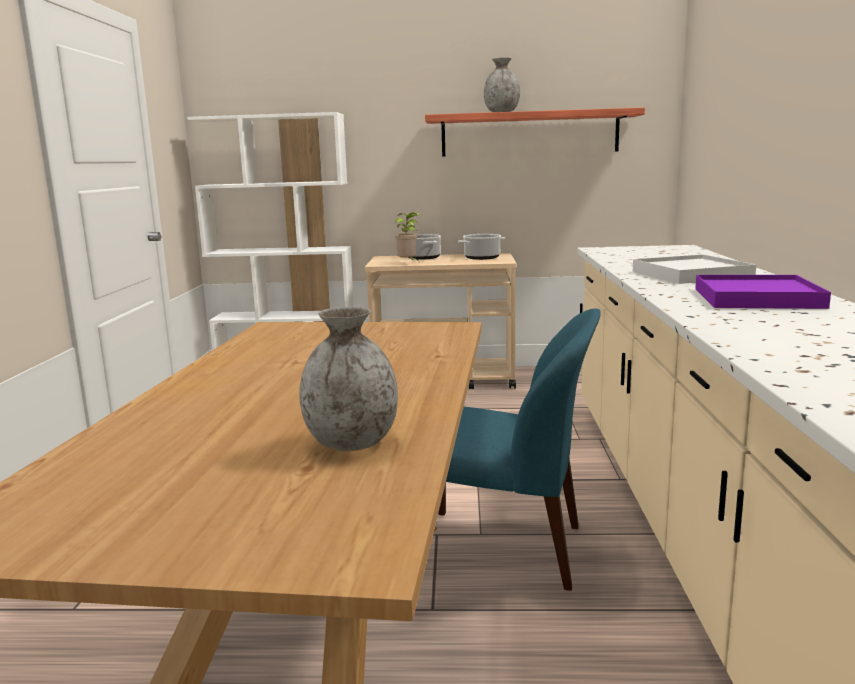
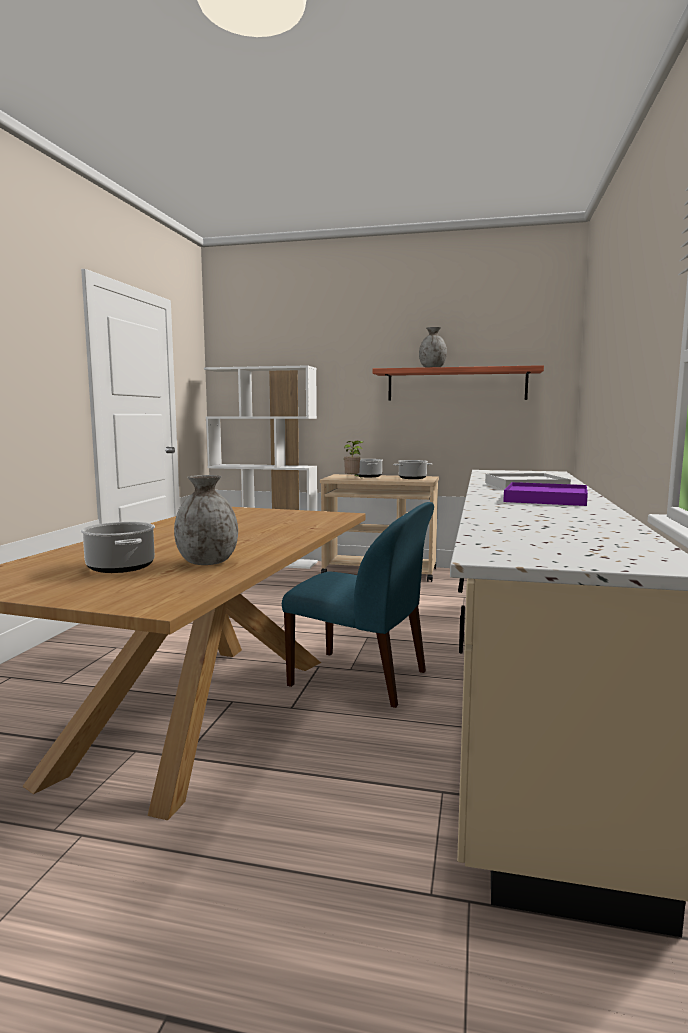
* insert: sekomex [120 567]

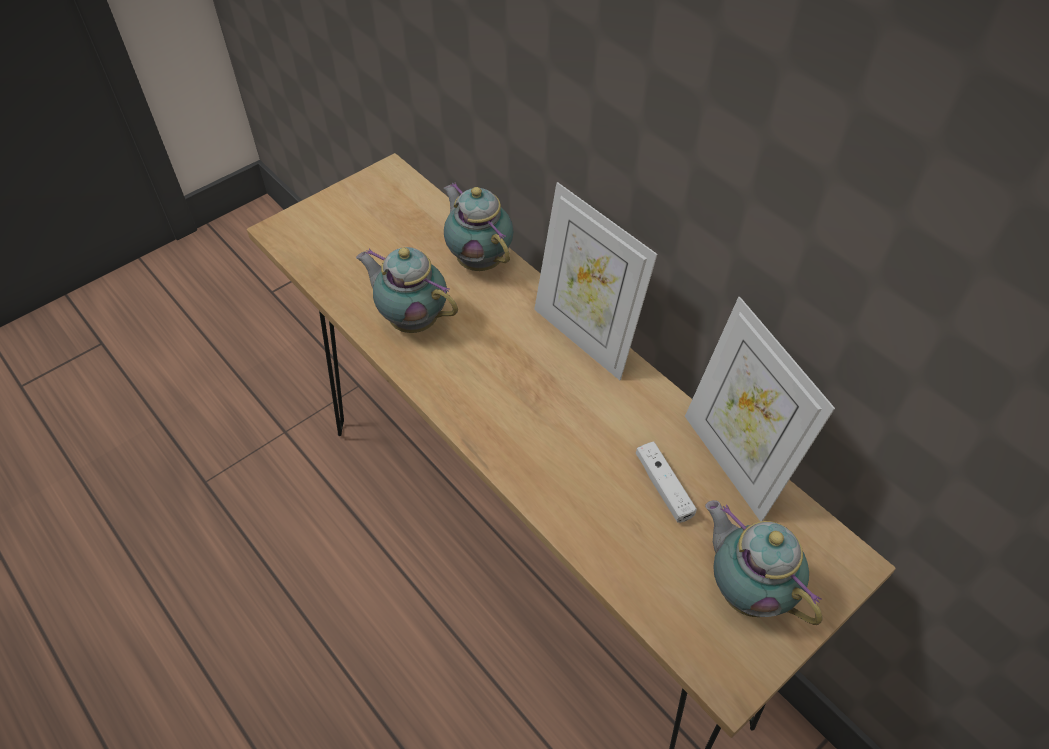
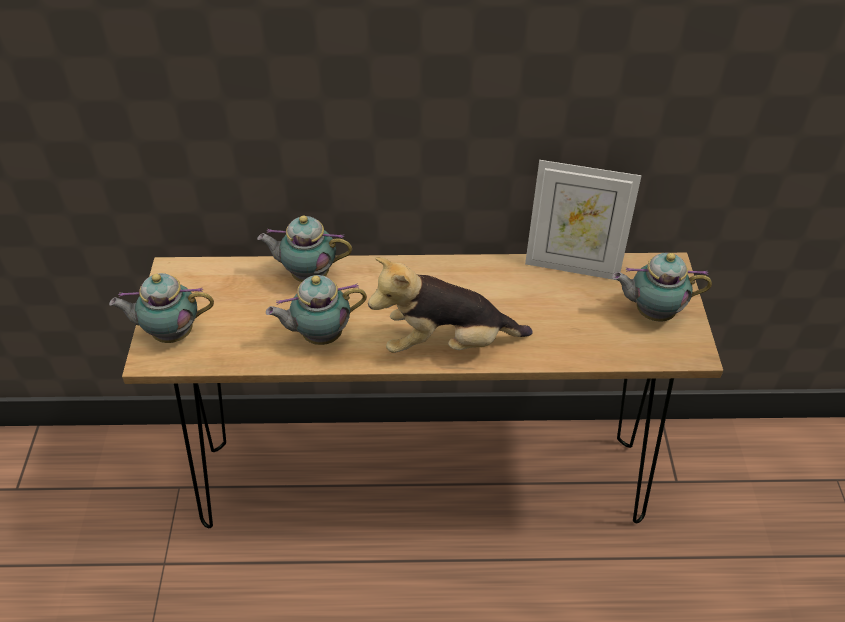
* delete: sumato [585 337]
* delete: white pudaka [663 487]
* insert: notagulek [170 333]
* insert: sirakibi [447 343]

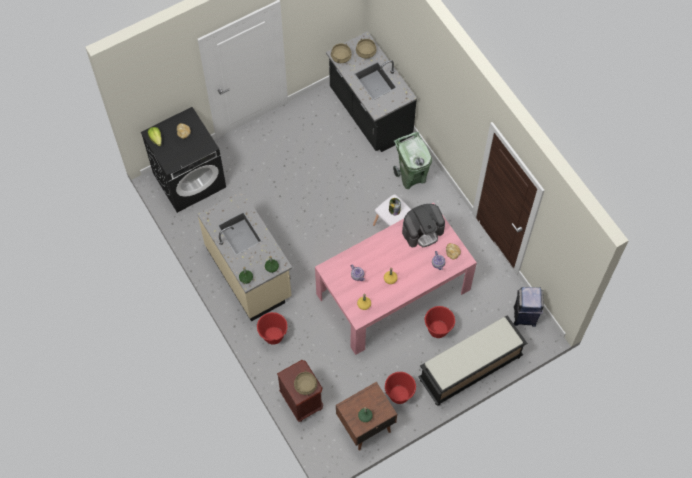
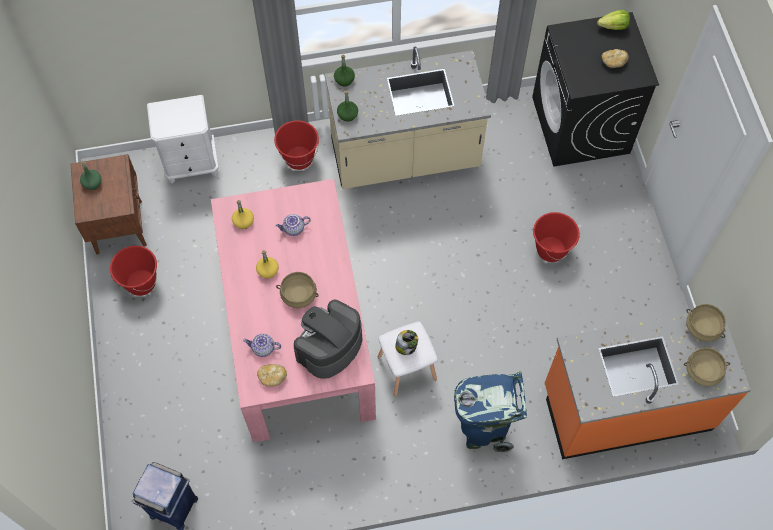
* recolor: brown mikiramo [302 401] to white mikiramo [191 164]
* move: beige sekomex [306 385] to [298 295]
* recolor: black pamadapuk [369 113] to orange pamadapuk [626 407]
* recolor: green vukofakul [411 177] to blue vukofakul [483 429]
* rotate: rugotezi [422 231] = [329 346] 45 degrees clockwise
* delete: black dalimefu [470 369]
* move: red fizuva [438 329] to [550 249]

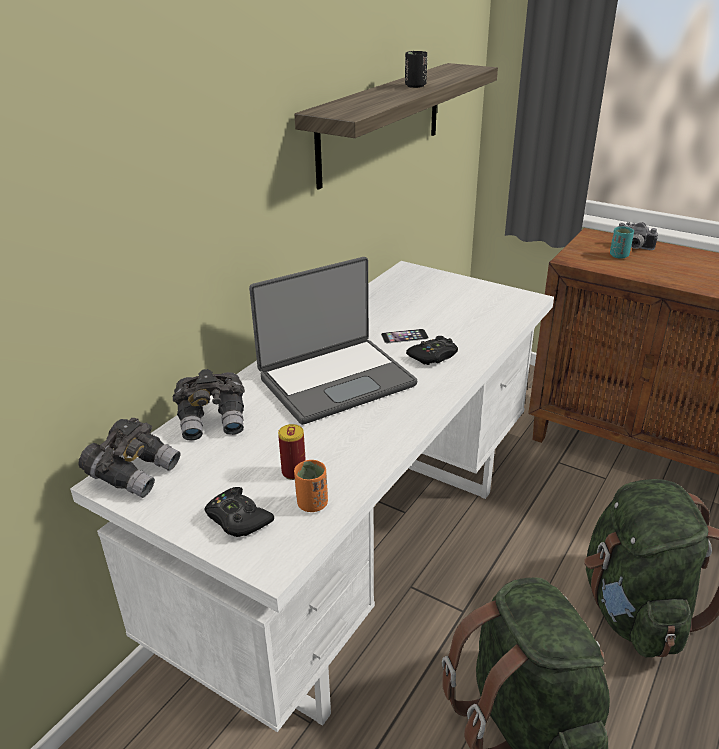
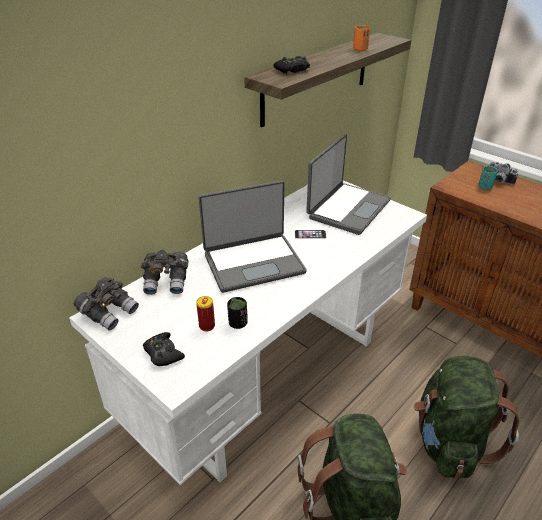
* move: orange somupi [312 504] to [360 49]
* move: black somupi [415 86] to [238 323]
* move: black pudaka [433 356] to [292 70]
* insert: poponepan [347 208]

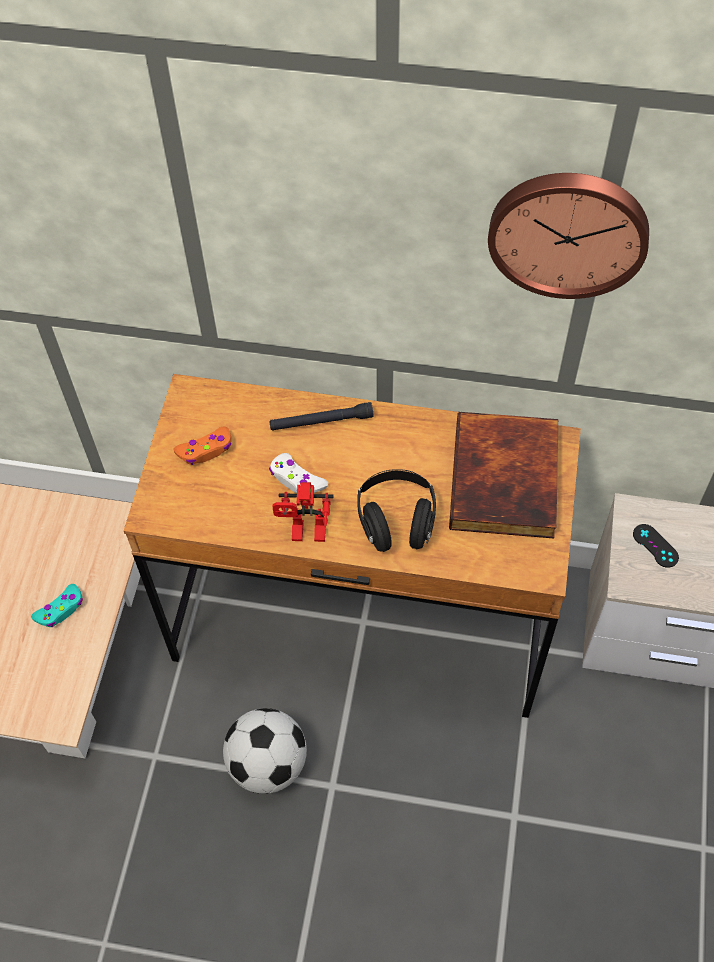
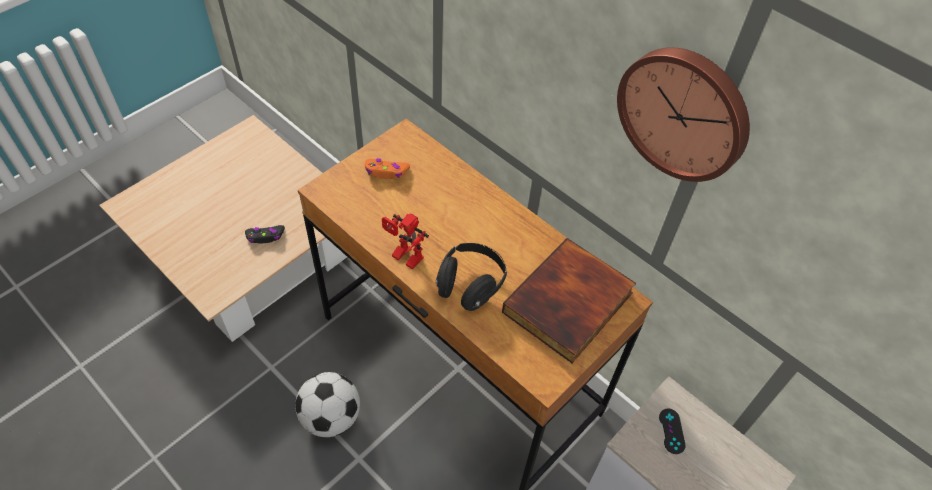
* recolor: turquoise pudaka [61 610] to black pudaka [265 236]
* delete: white pudaka [297 480]
* delete: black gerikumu [321 422]

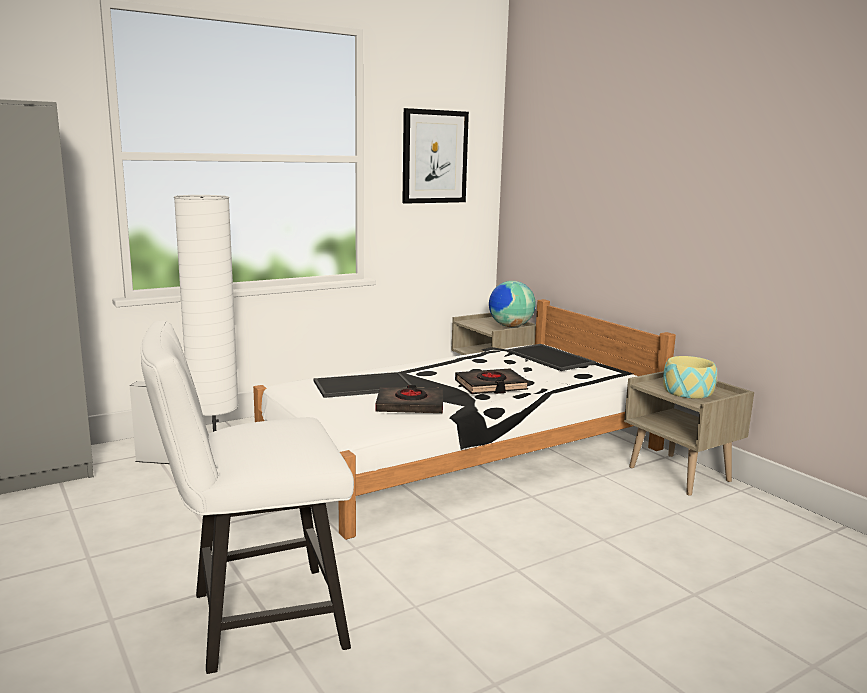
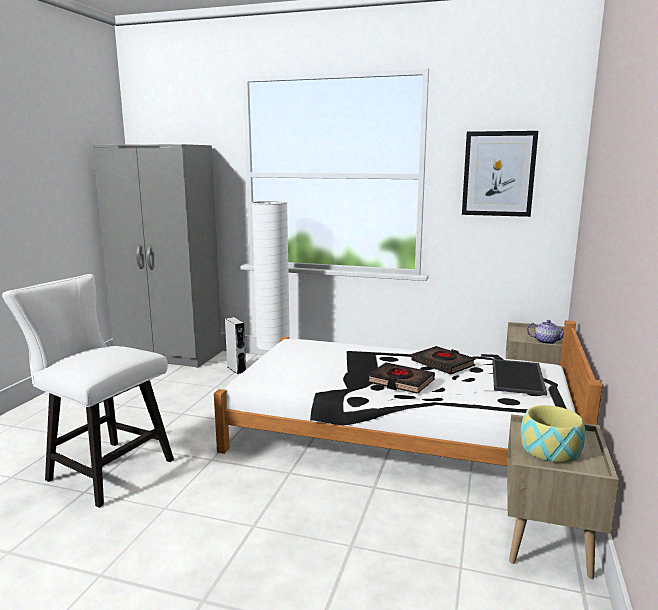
* delete: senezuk [362 386]
* move: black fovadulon [410 405] to [443 364]
* replace: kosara [510 326] to notagulek [546 341]

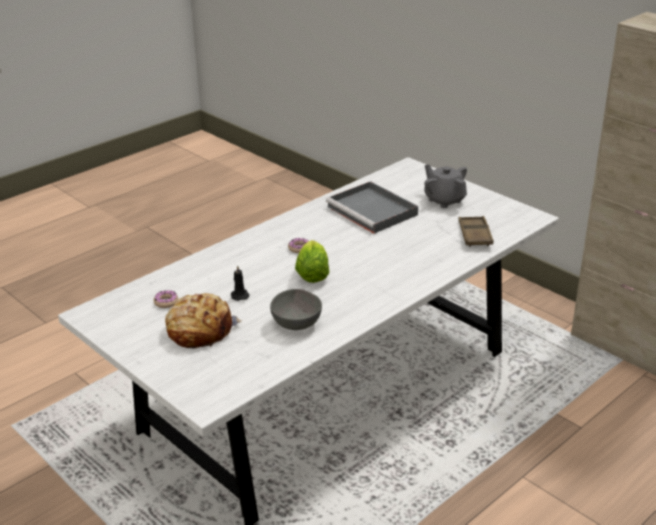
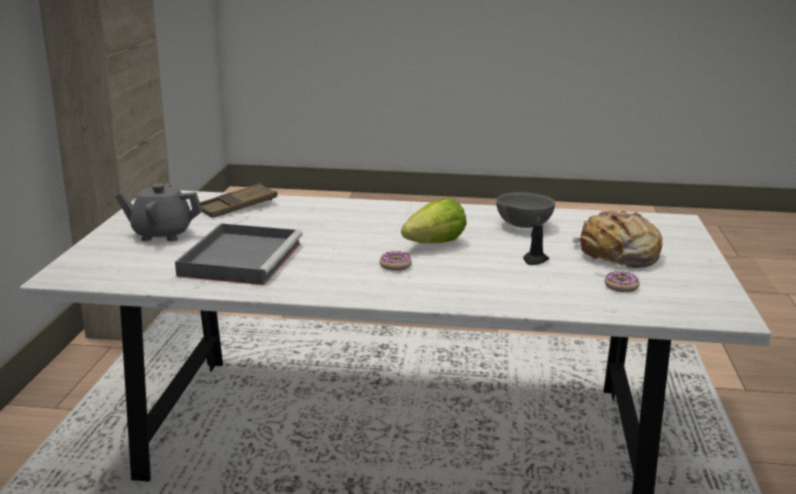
* rotate: grey notagulek [444 200] = [162 234] 75 degrees clockwise

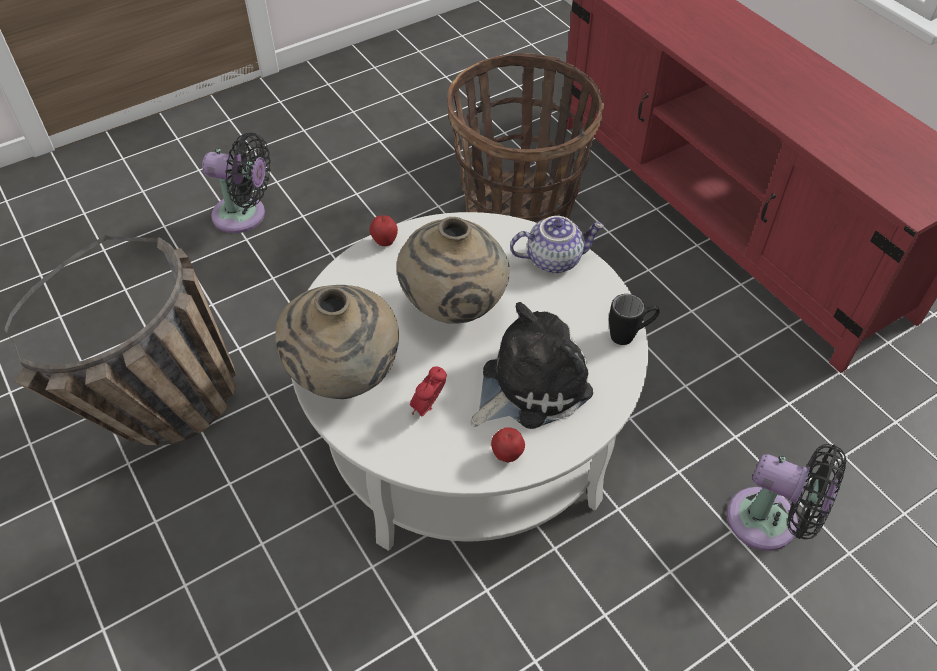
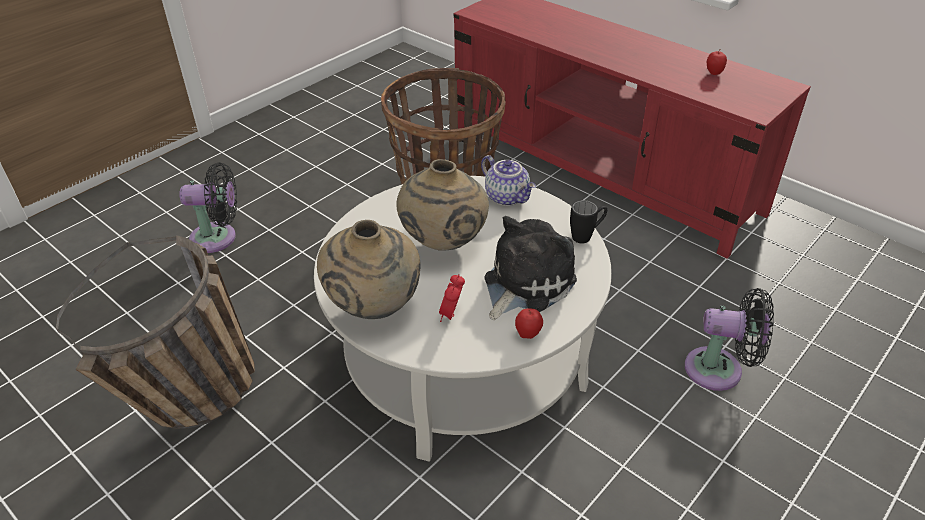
* move: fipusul [384 242] to [713 73]
* rotate: notagulek [554 259] = [508 197] 75 degrees clockwise

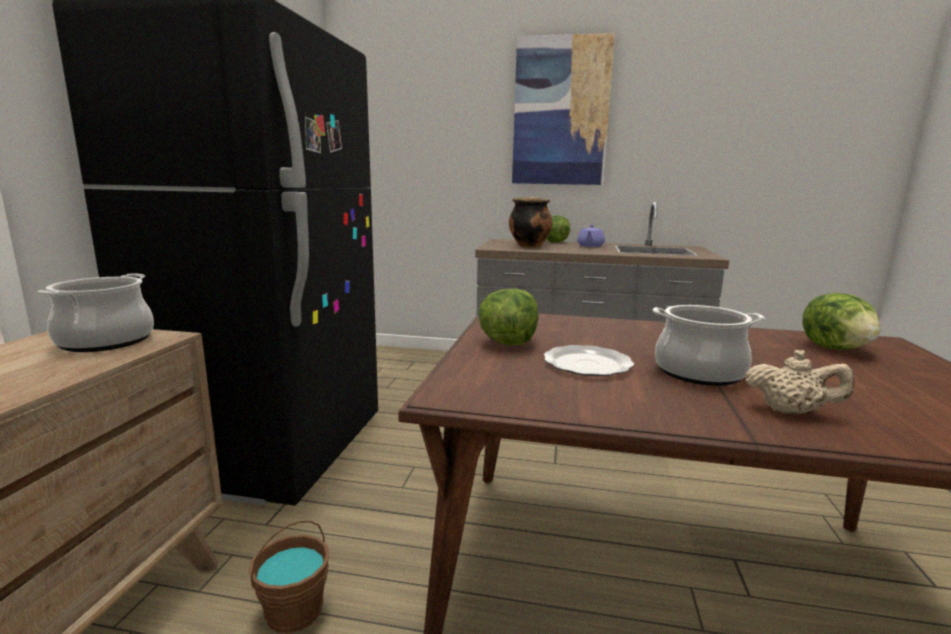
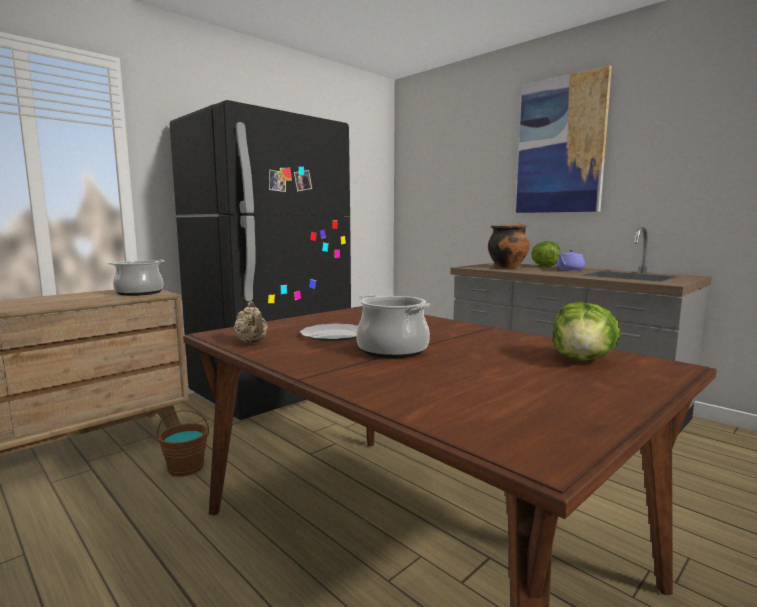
* delete: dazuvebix [508 343]
* move: beige notagulek [791 411] to [252 343]

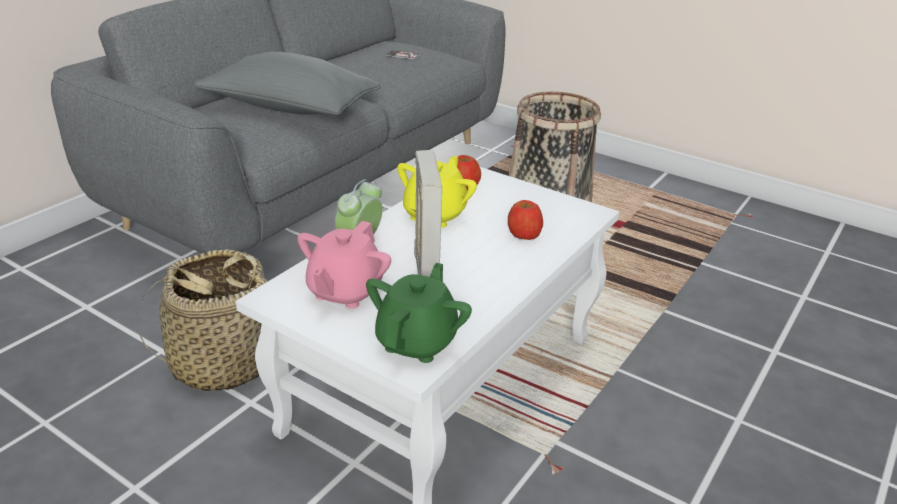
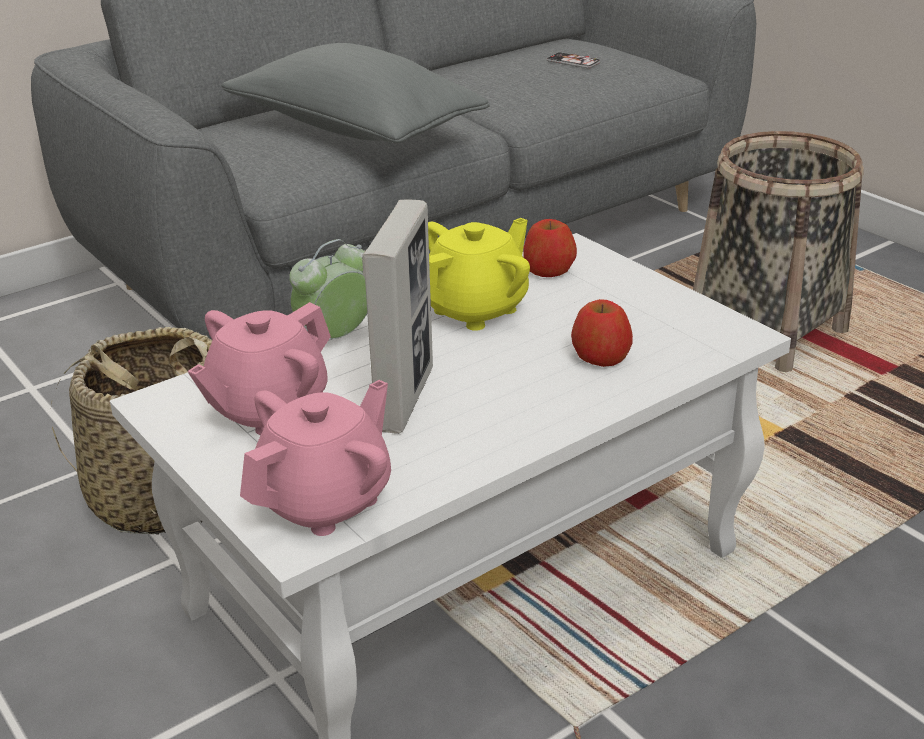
* recolor: green notagulek [417 342] to pink notagulek [325 501]

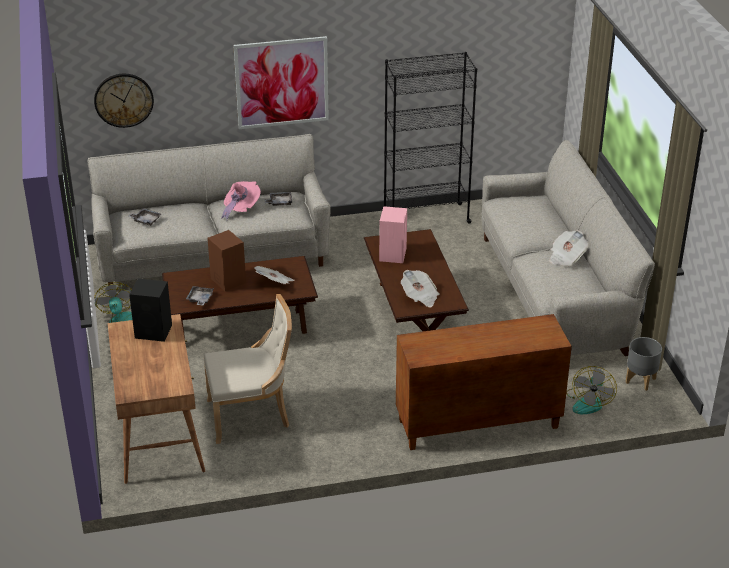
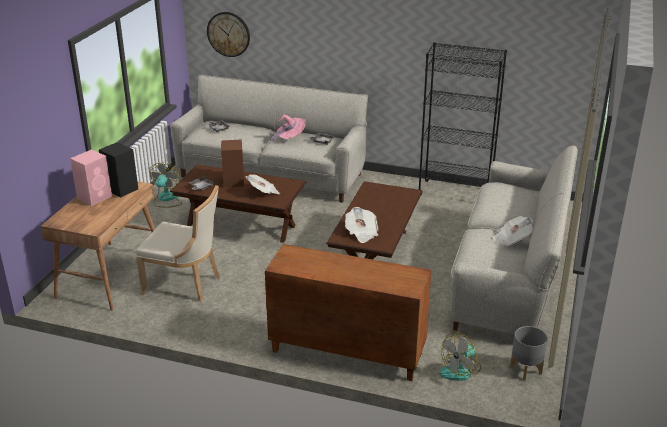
* delete: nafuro [281 82]
* move: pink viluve [393 254] to [95 197]

